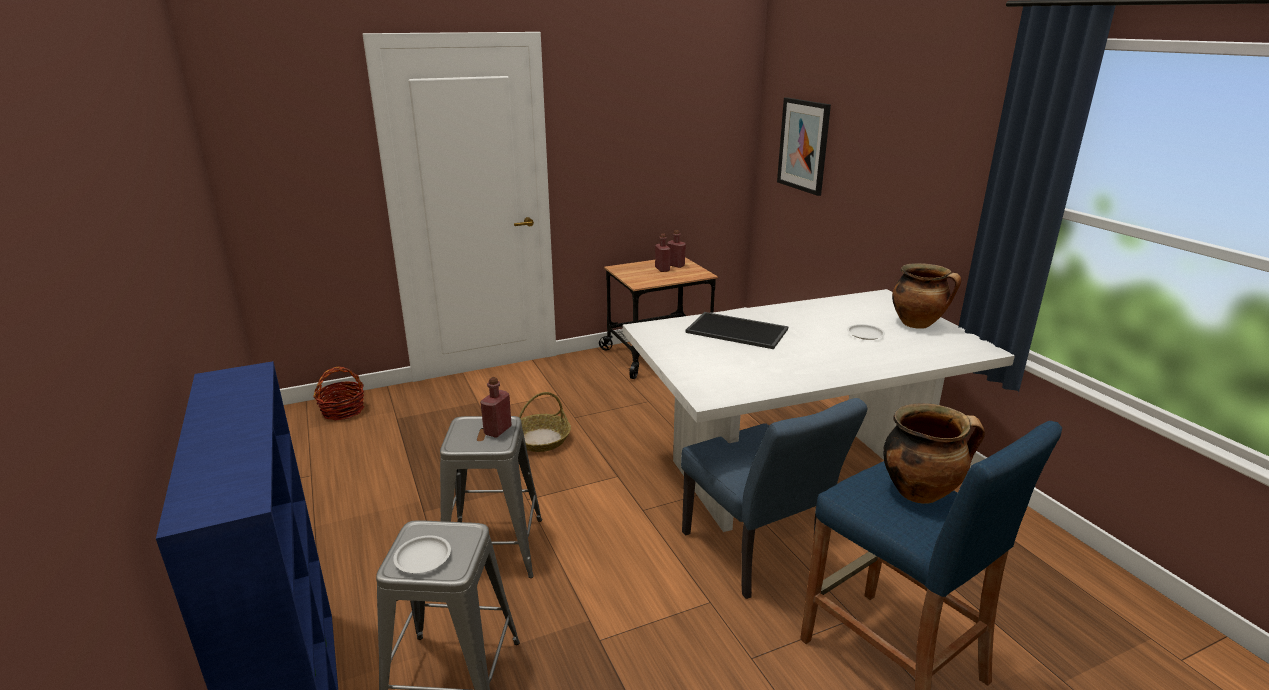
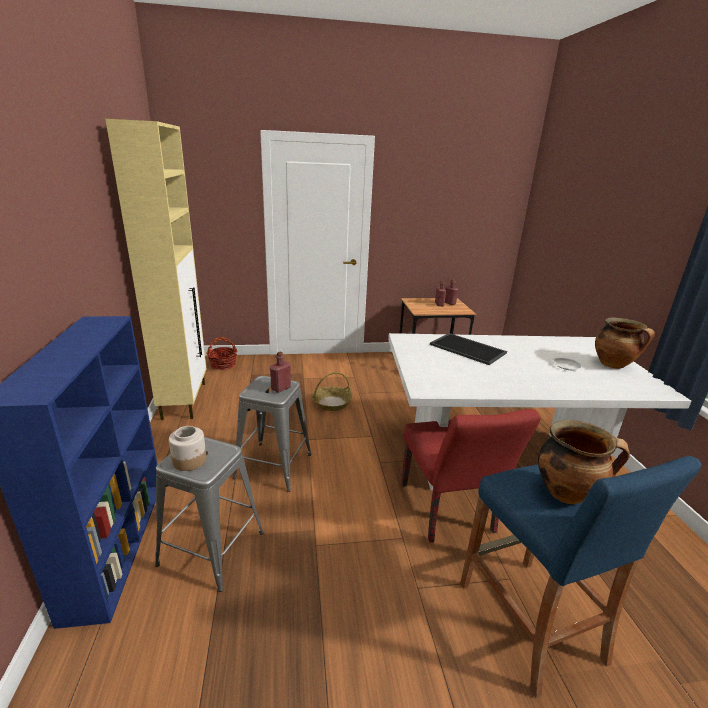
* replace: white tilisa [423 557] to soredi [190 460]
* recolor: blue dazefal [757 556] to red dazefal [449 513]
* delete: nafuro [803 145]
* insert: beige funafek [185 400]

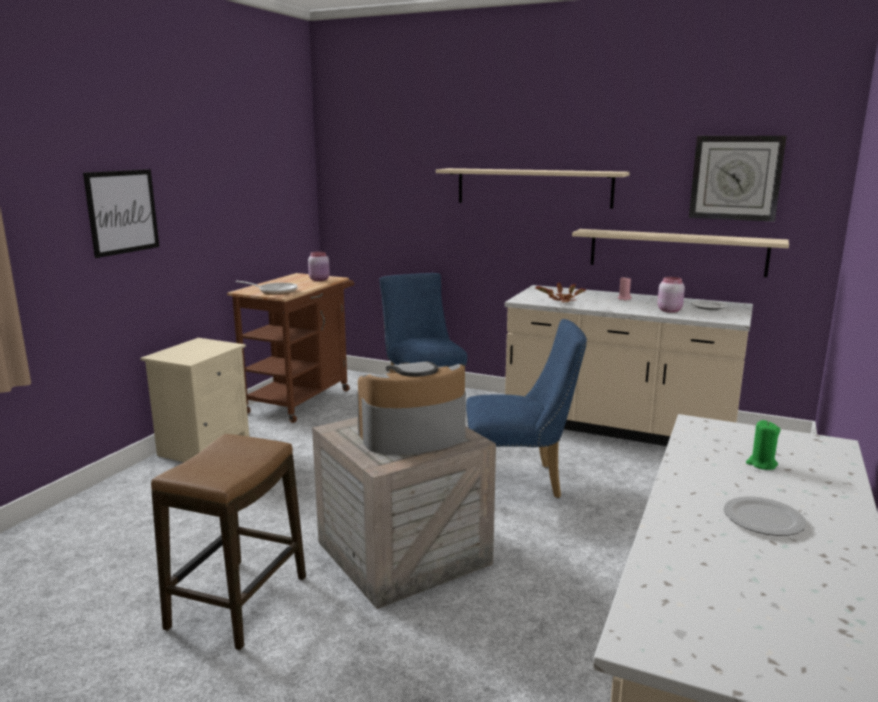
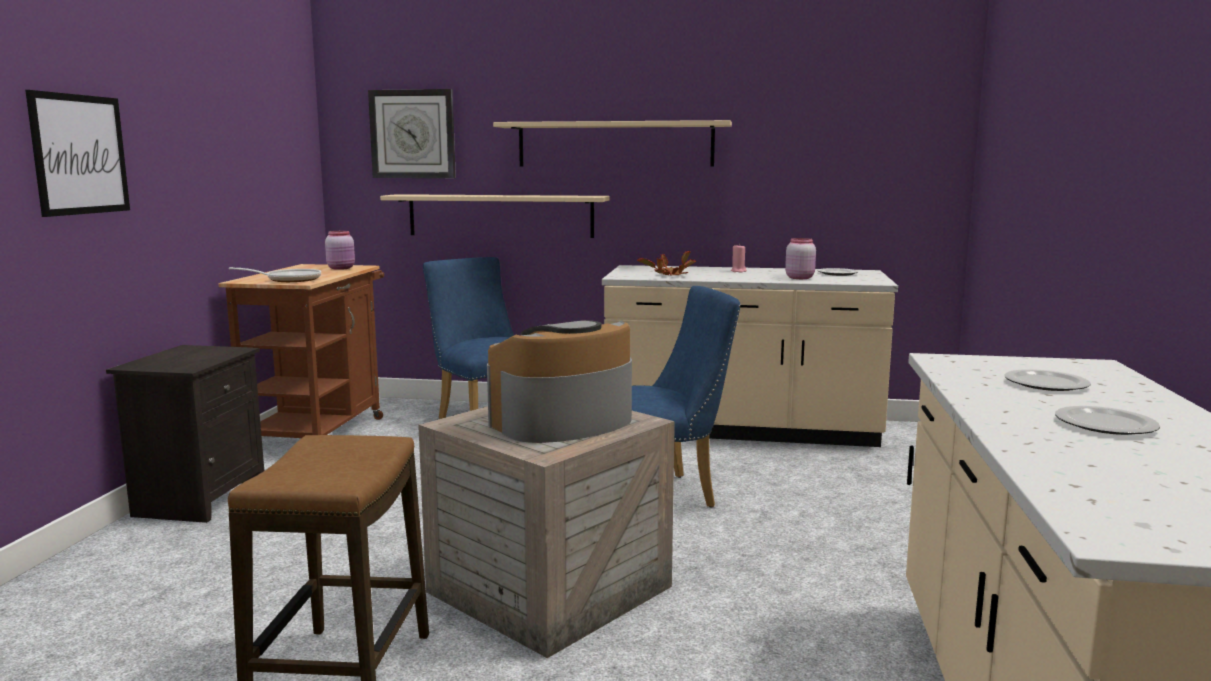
* recolor: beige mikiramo [204 446] to black mikiramo [200 498]
* move: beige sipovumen [676 252] to [500 215]
* move: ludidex [736 178] to [413 134]
* replace: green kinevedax [761 464] to tilisa [1046 383]

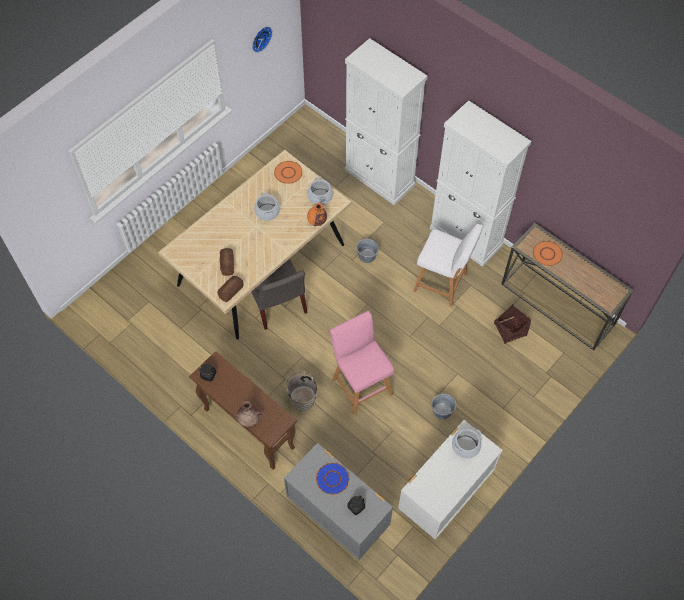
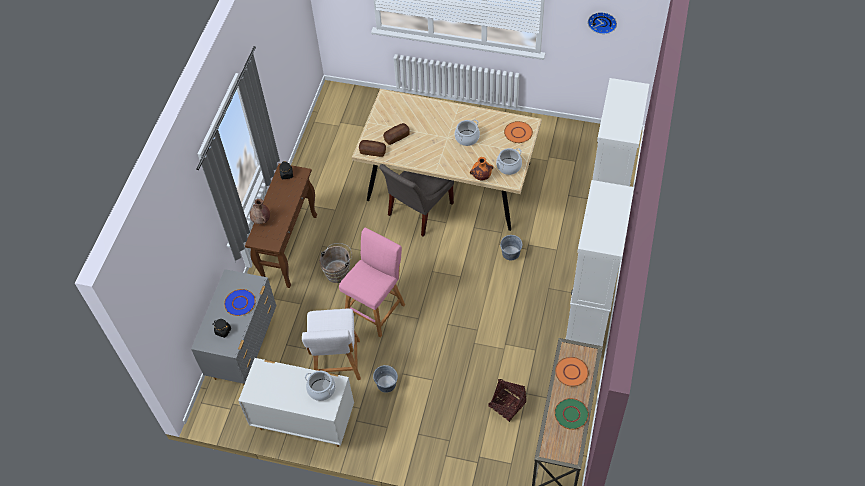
* move: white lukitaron [443 283] to [337 364]
* insert: green tilisa [571 414]

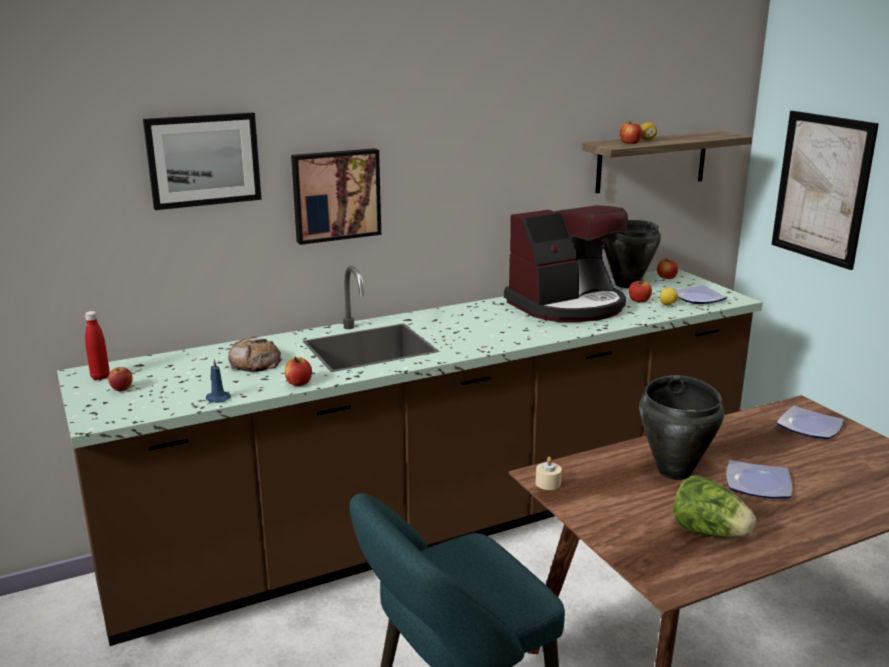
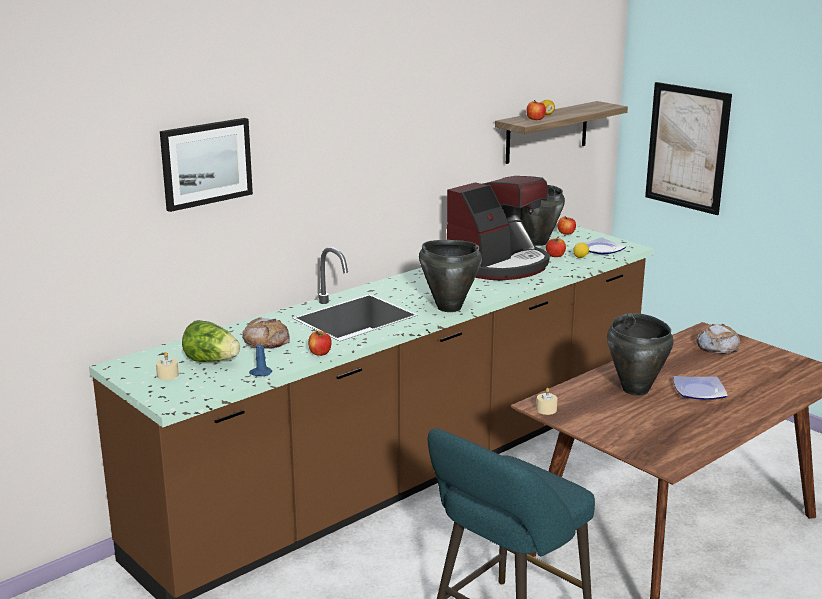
* delete: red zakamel [100 377]
* replace: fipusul [122 389] to beige kinevedax [167 375]
* delete: nafuro [335 195]
* move: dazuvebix [708 532] to [212 361]
* replace: tilisa [808 427] to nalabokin [717 345]
* insert: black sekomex [448 307]

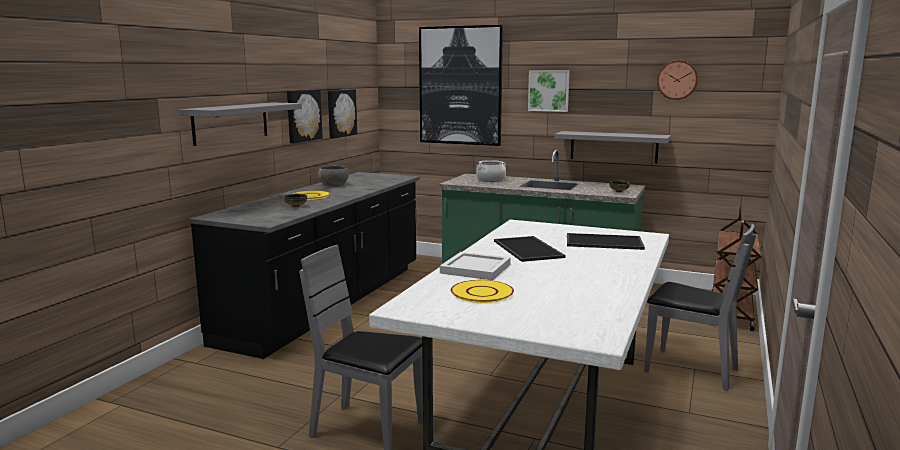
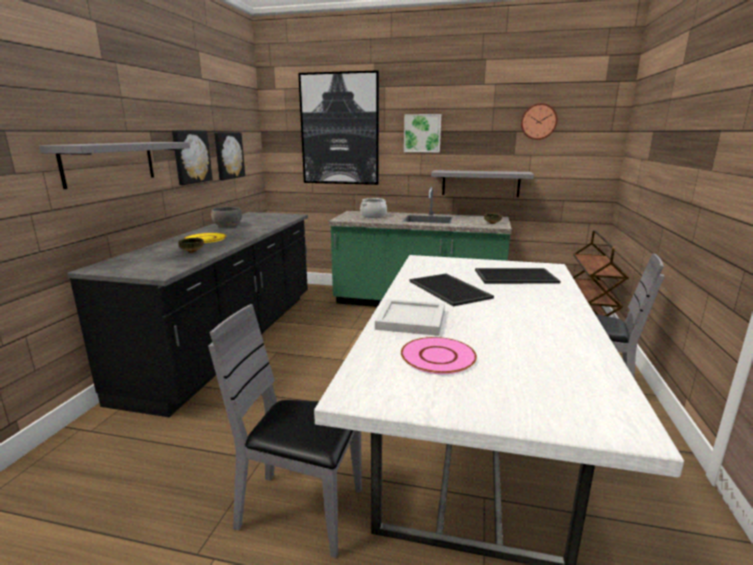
* recolor: yellow tilisa [482 292] to pink tilisa [438 356]

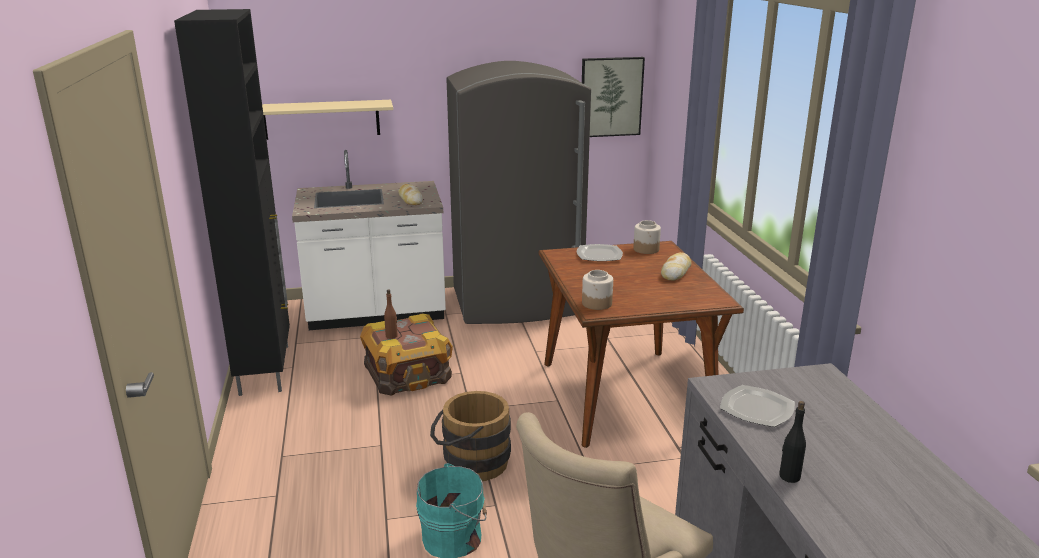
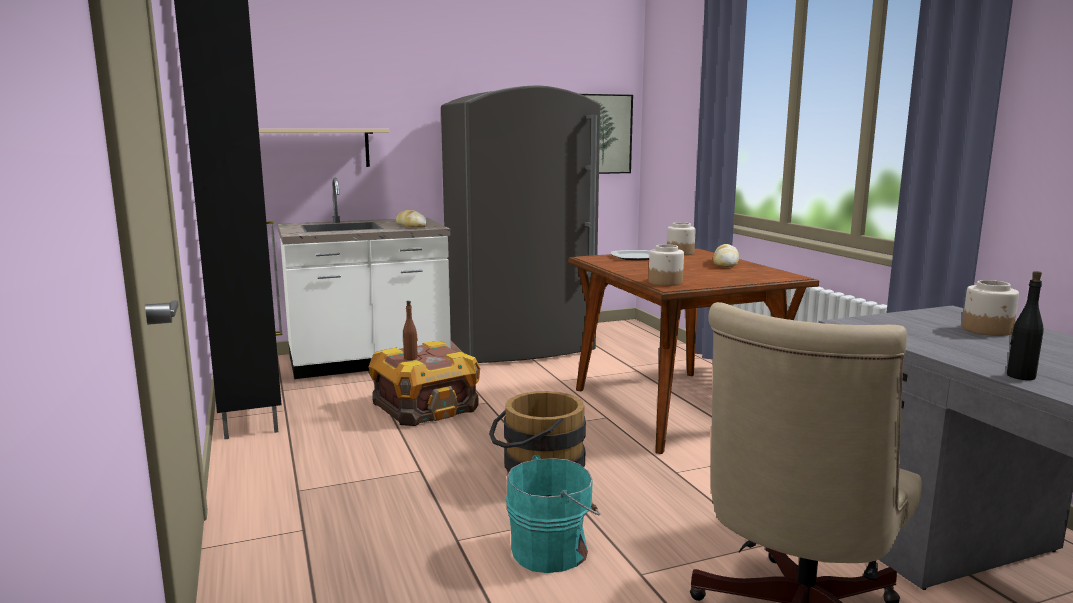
* delete: tilisa [756 408]
* insert: soredi [987 330]

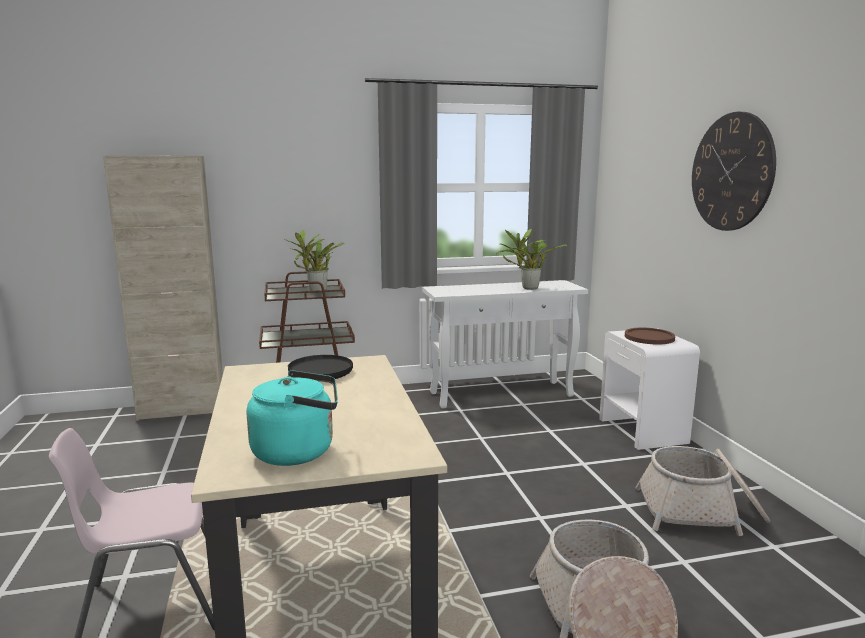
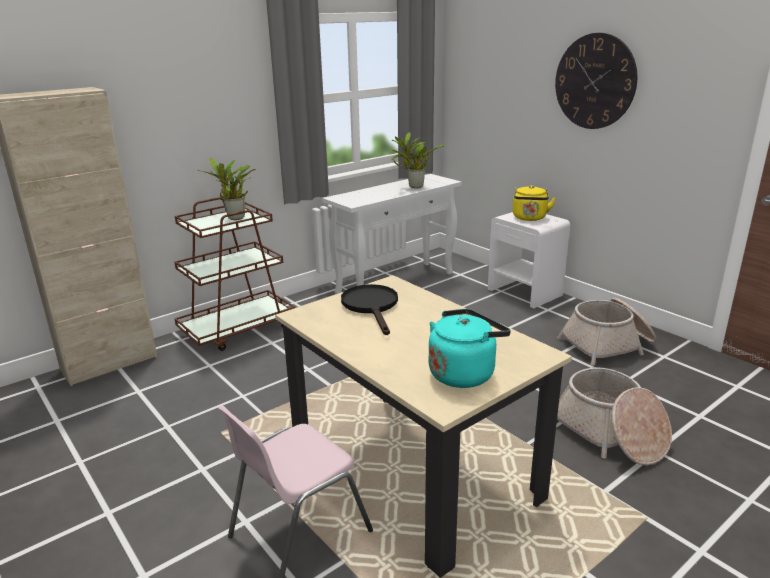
* replace: brown tilisa [649 337] to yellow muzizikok [529 218]

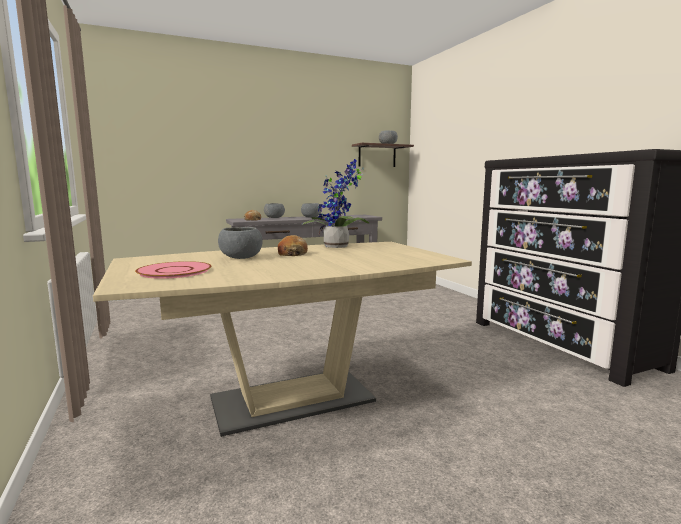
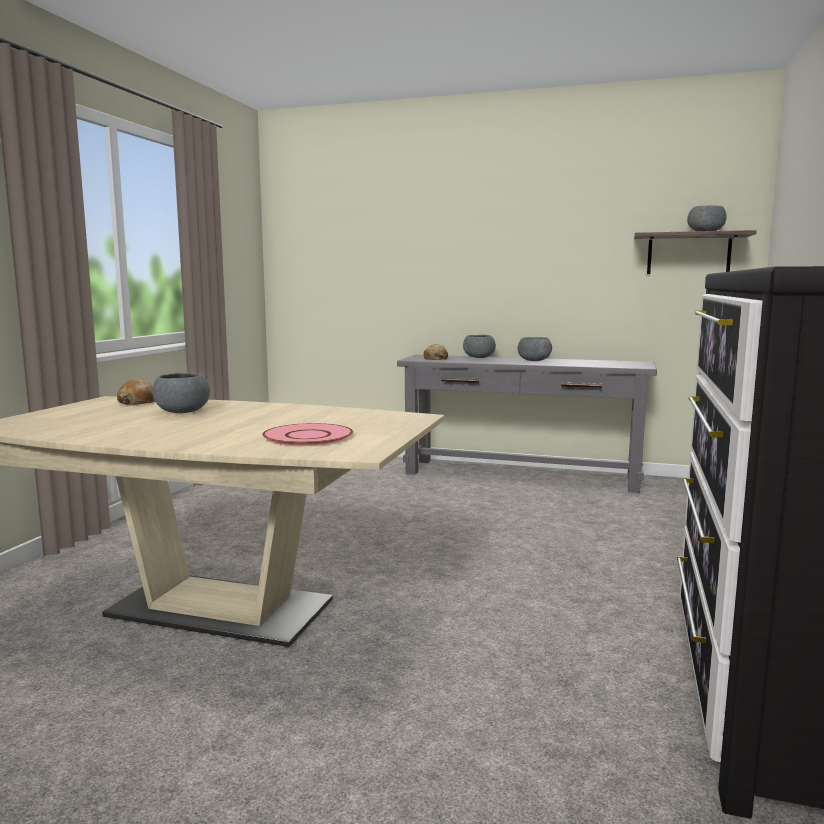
* move: pink tilisa [175 271] to [308 436]
* move: nalabokin [292 254] to [138 402]
* delete: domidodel [338 247]

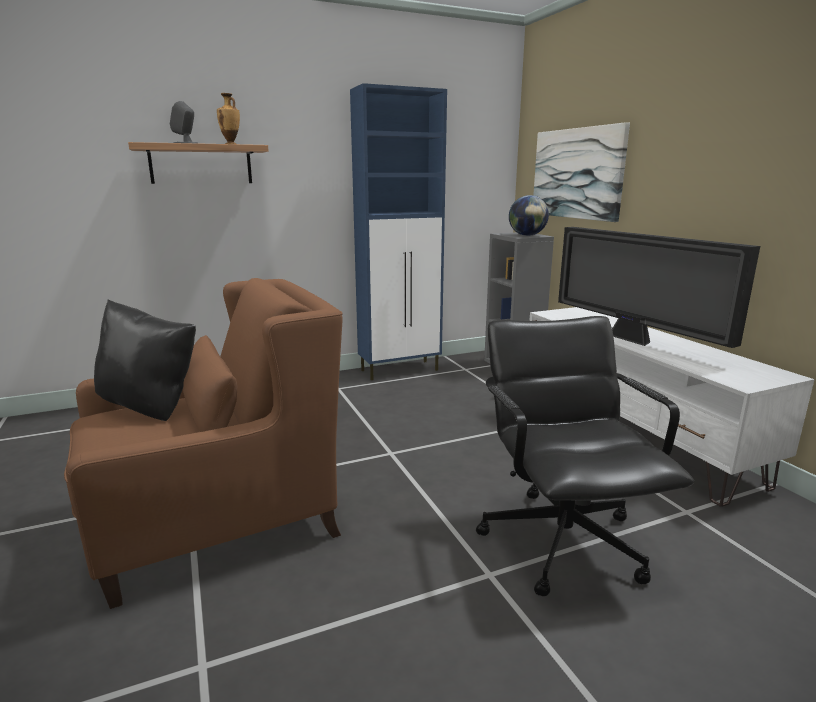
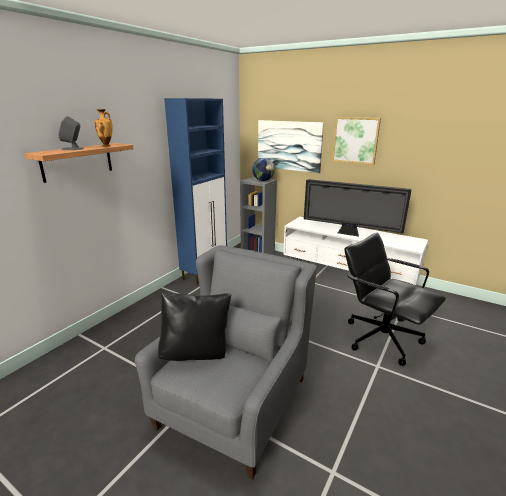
* recolor: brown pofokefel [218 519] to grey pofokefel [234 403]
* insert: nafuro [355 140]

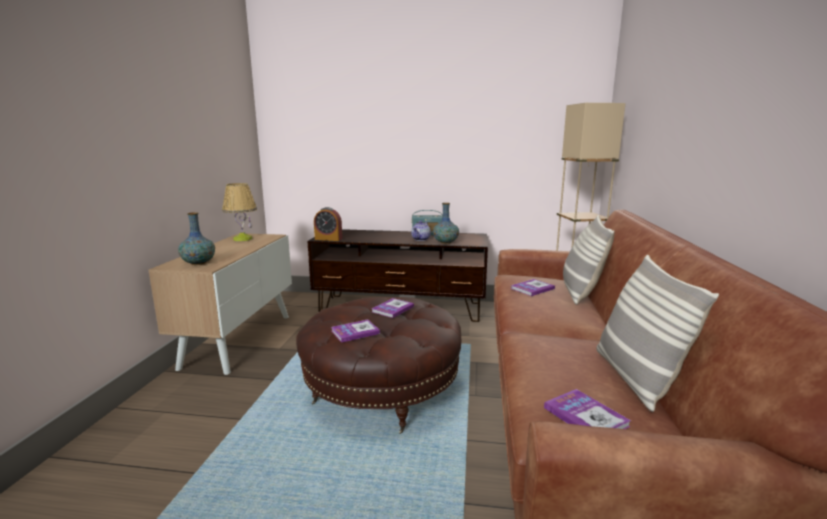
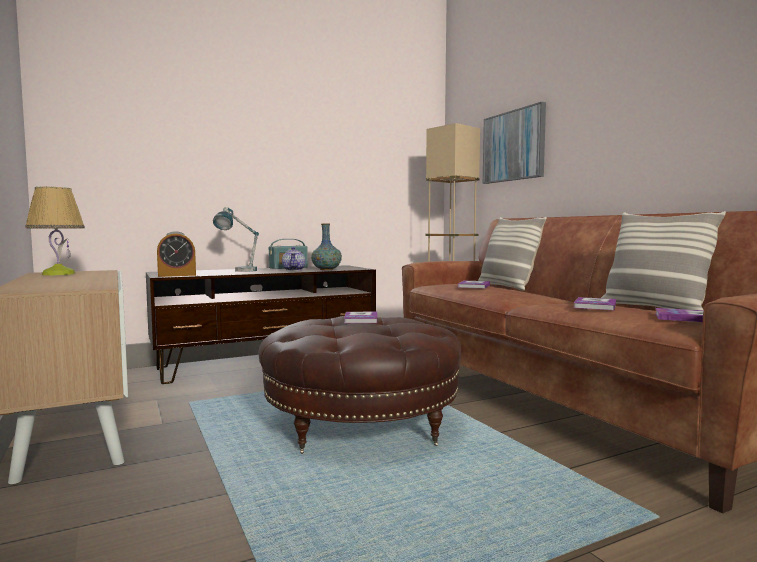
* delete: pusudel [198 263]
* move: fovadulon [355 332] to [595 305]
* insert: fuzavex [238 271]
* insert: nafuro [514 146]

